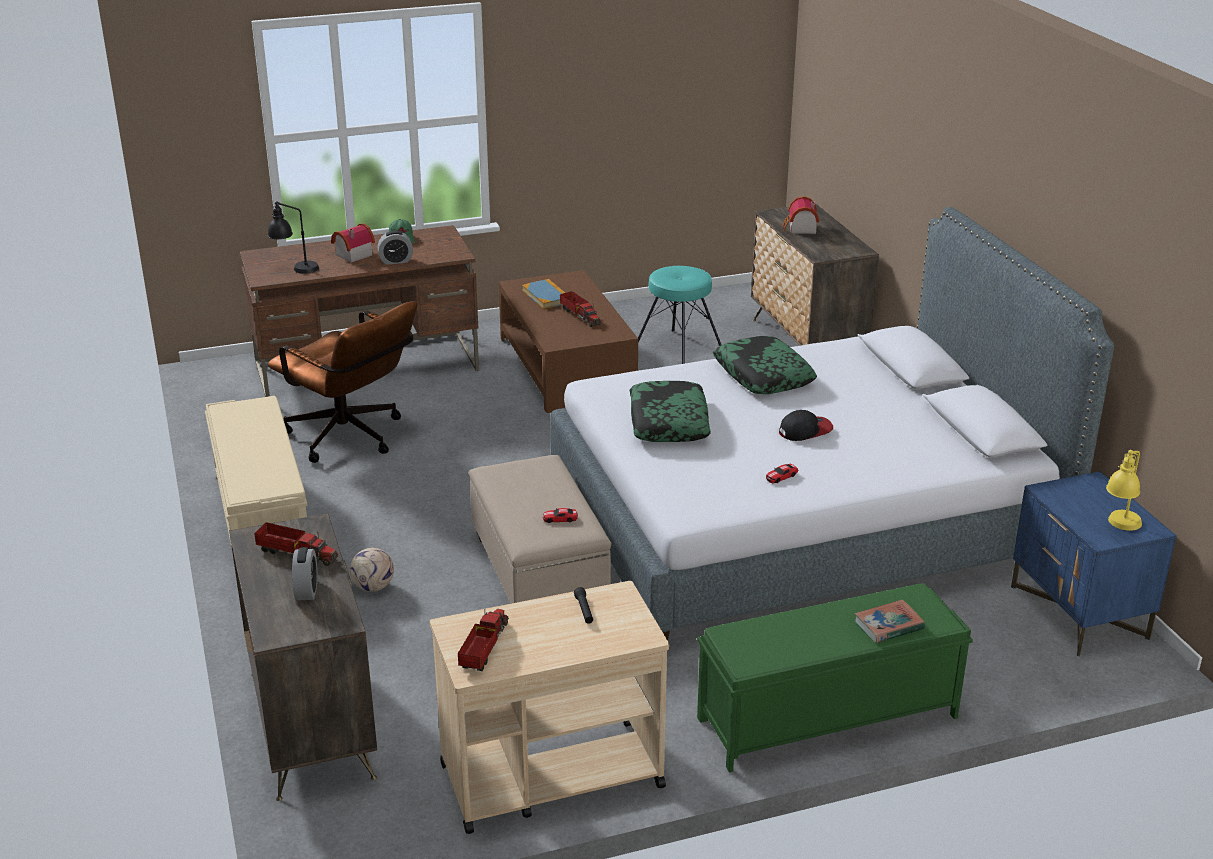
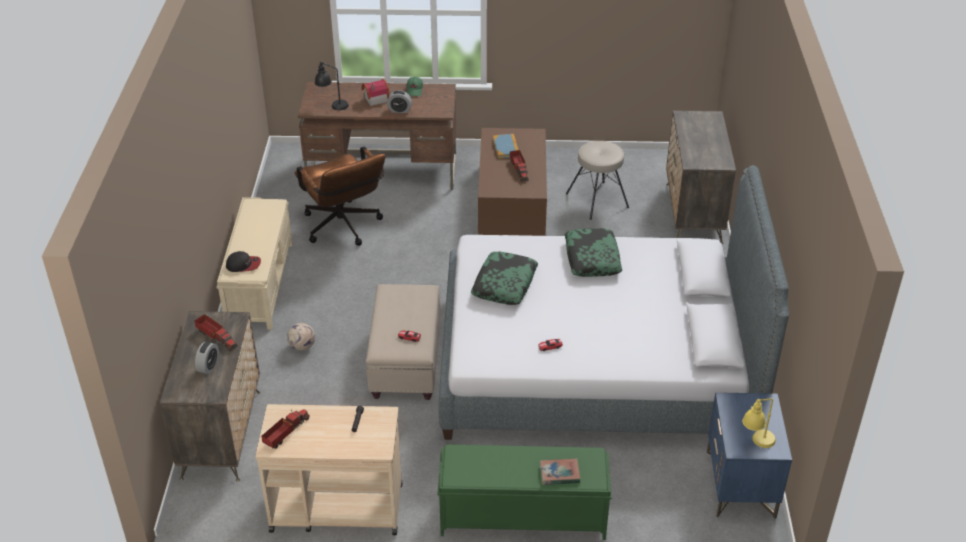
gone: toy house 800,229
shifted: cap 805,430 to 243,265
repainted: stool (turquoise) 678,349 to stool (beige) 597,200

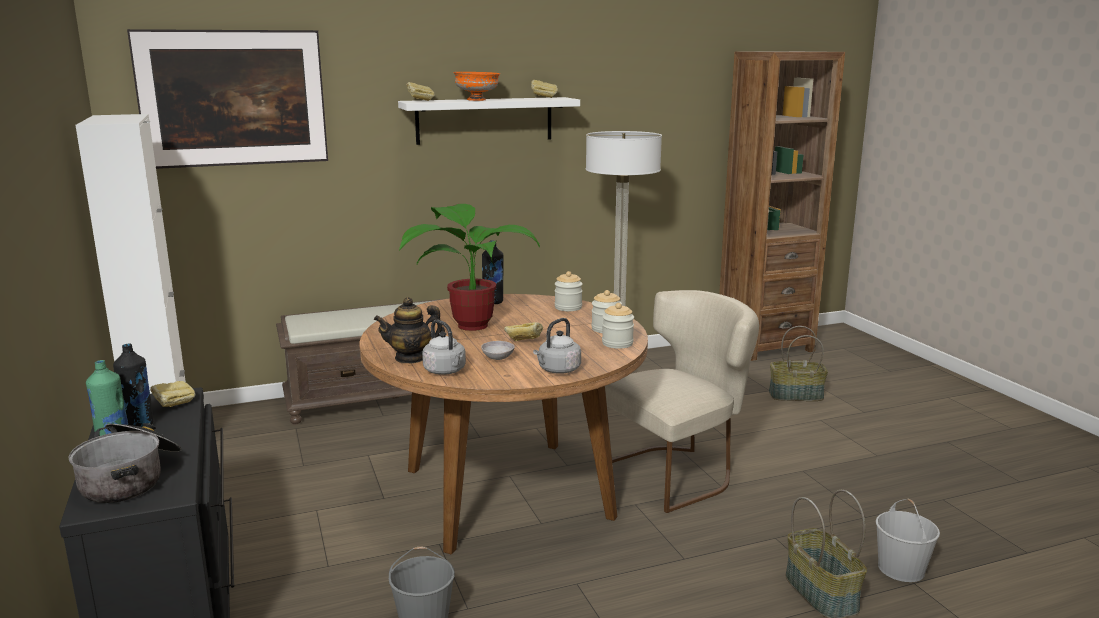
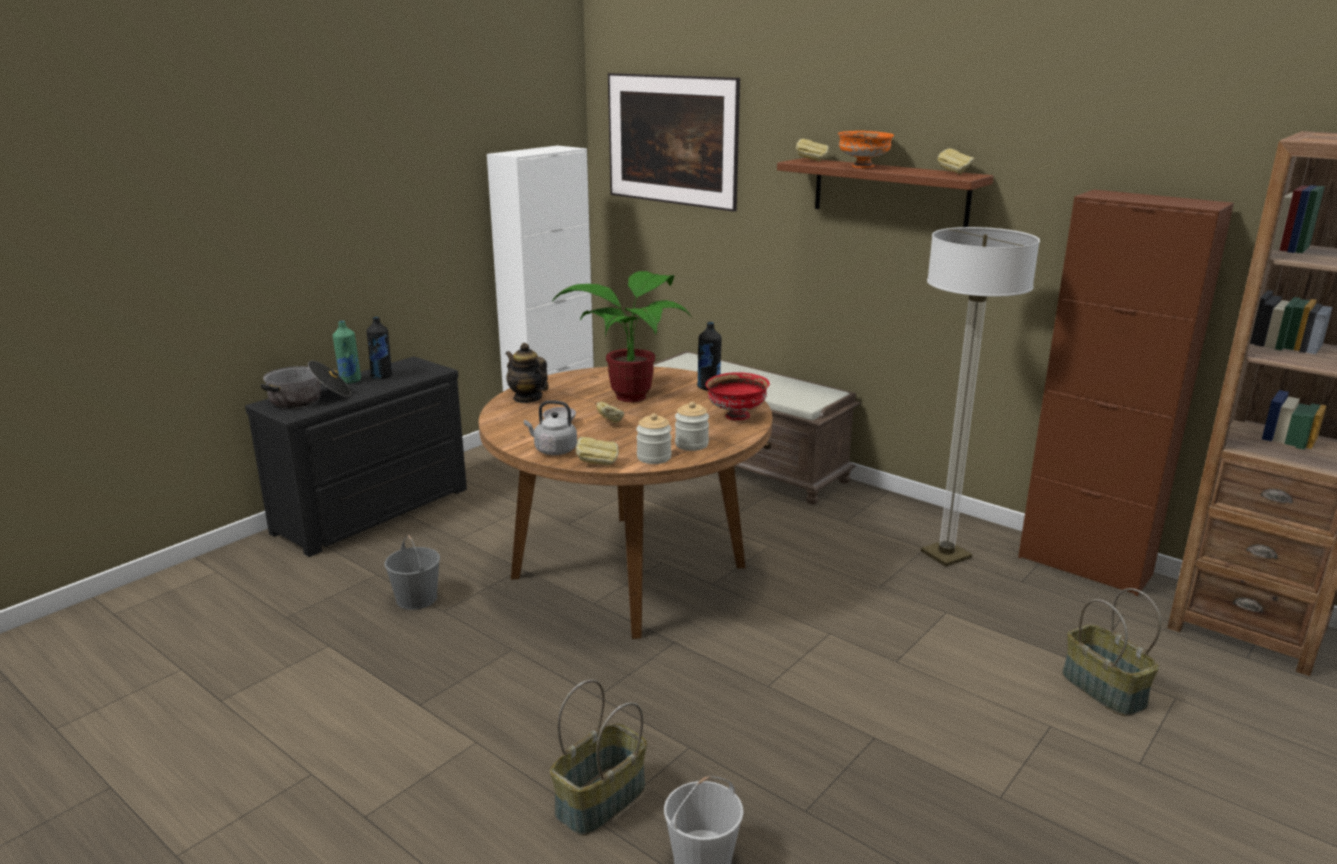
gone: kettle (grey) 446,371; chair (beige) 676,472
new: cabinet (brown) 1084,566
shifted: bread 174,406 to 597,464
swapped: jar 568,307 to bowl (red) 736,416
repainted: shelf (white) 484,120 to shelf (brown) 890,192

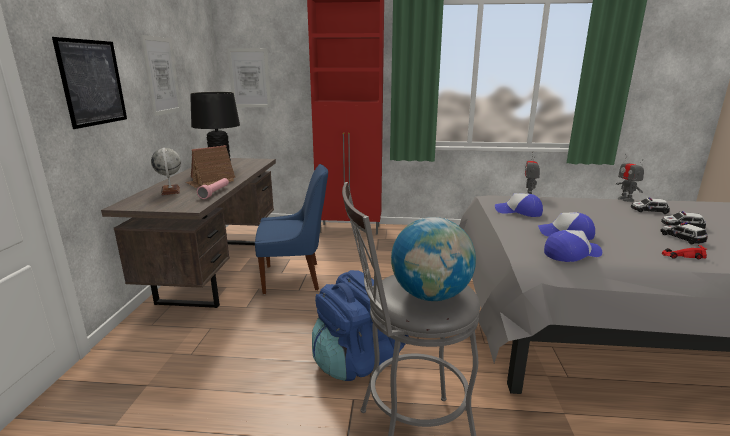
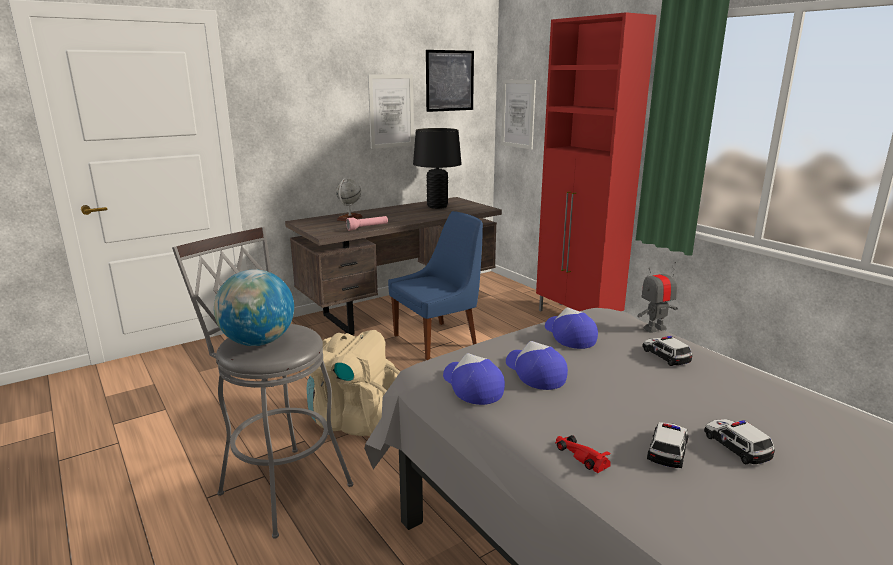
gone: toy house 211,181; toy robot 625,199
shifted: picture 92,82 to 449,81; toy car 648,210 to 665,355
repainted: backpack (blue) 356,360 to backpack (beige) 355,420
rotated: chair (blue) 295,277 = 438,340 75 degrees counterclockwise; cap 571,253 = 471,386 150 degrees counterclockwise

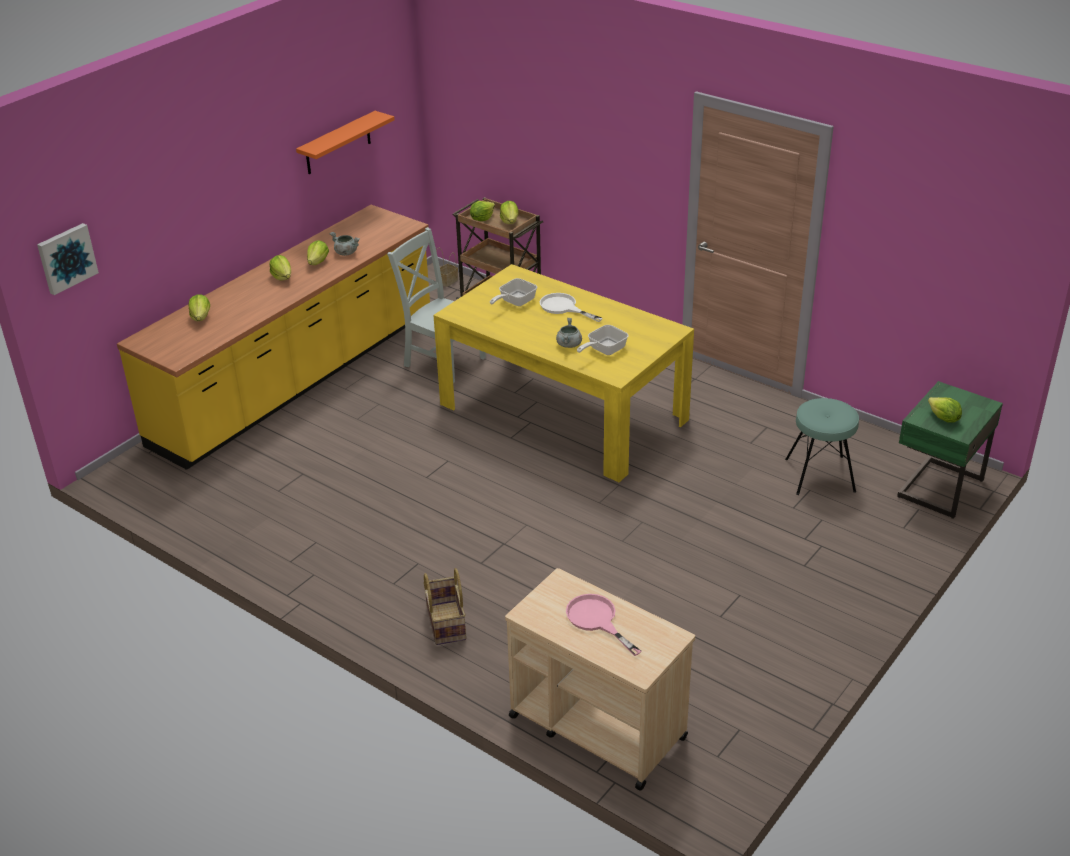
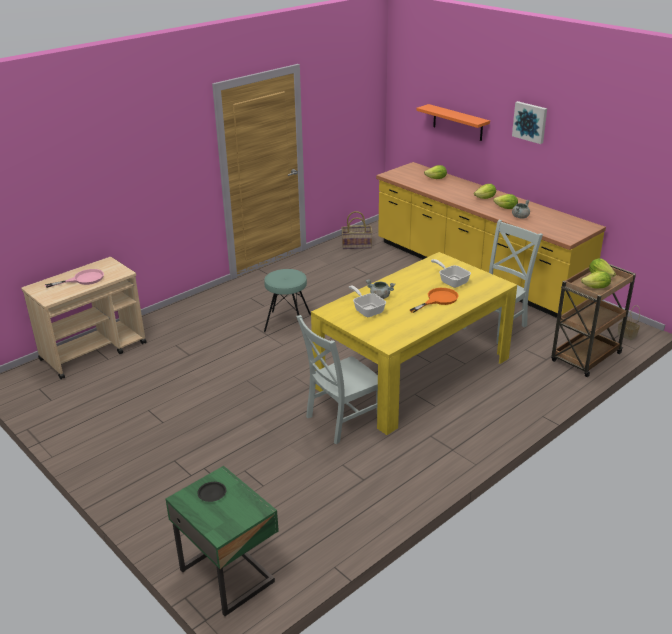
new: chair (grey) 341,421
shifted: stool (turquoise) 820,475 to 287,323; basket 445,623 to 356,245; shelf (orange) 338,143 to 457,122; picture 66,258 to 530,122
swapped: lettuce 943,419 to plate (black) 211,493
repainted: frying pan (white) 563,307 to frying pan (orange) 438,300

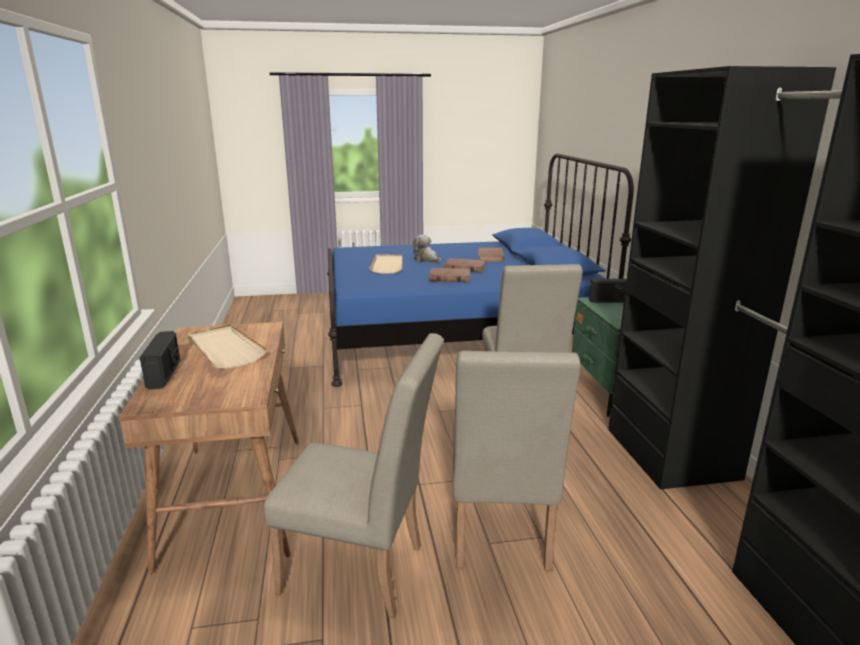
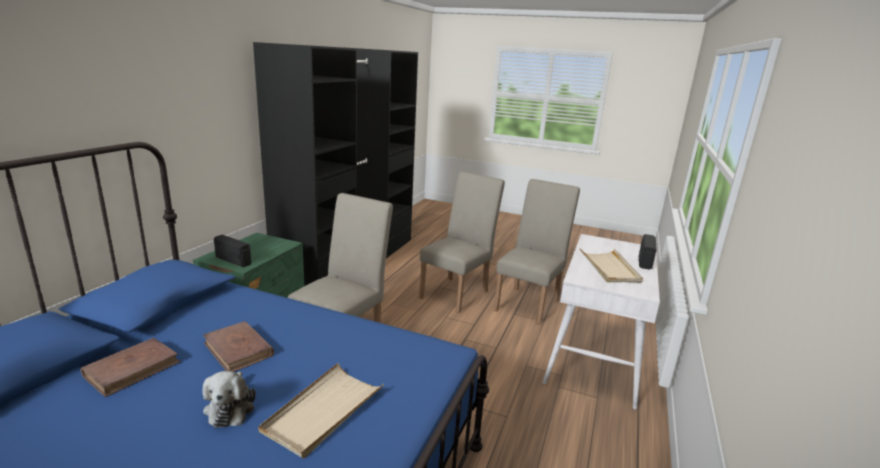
gone: book (brown) 449,278
repainted: desk (brown) 235,497 to desk (white) 595,358
rotated: chair (beige) 363,571 = 529,303 75 degrees clockwise

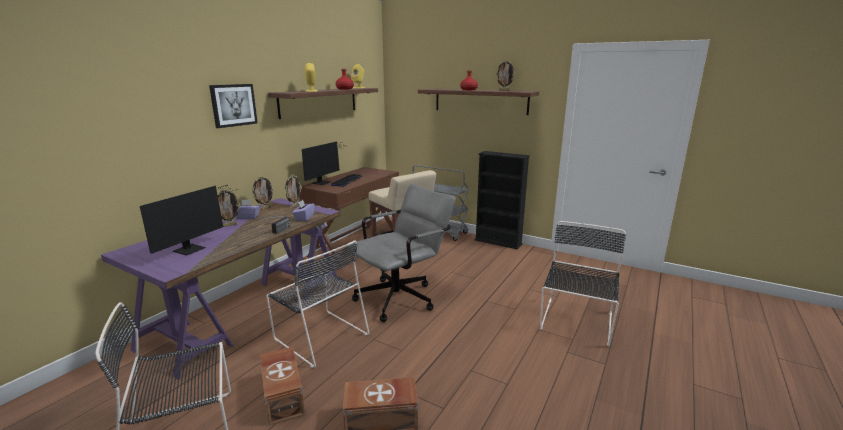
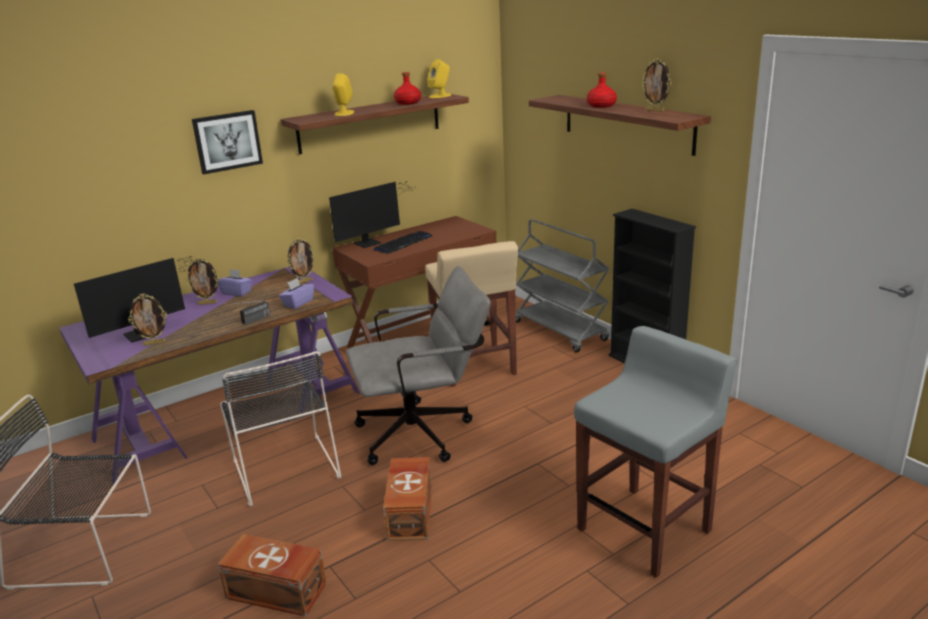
shifted: picture frame 265,208 to 154,343; storage box (brown) 284,395 to 411,512
swapped: chair (black) 576,322 to stool (grey) 646,529

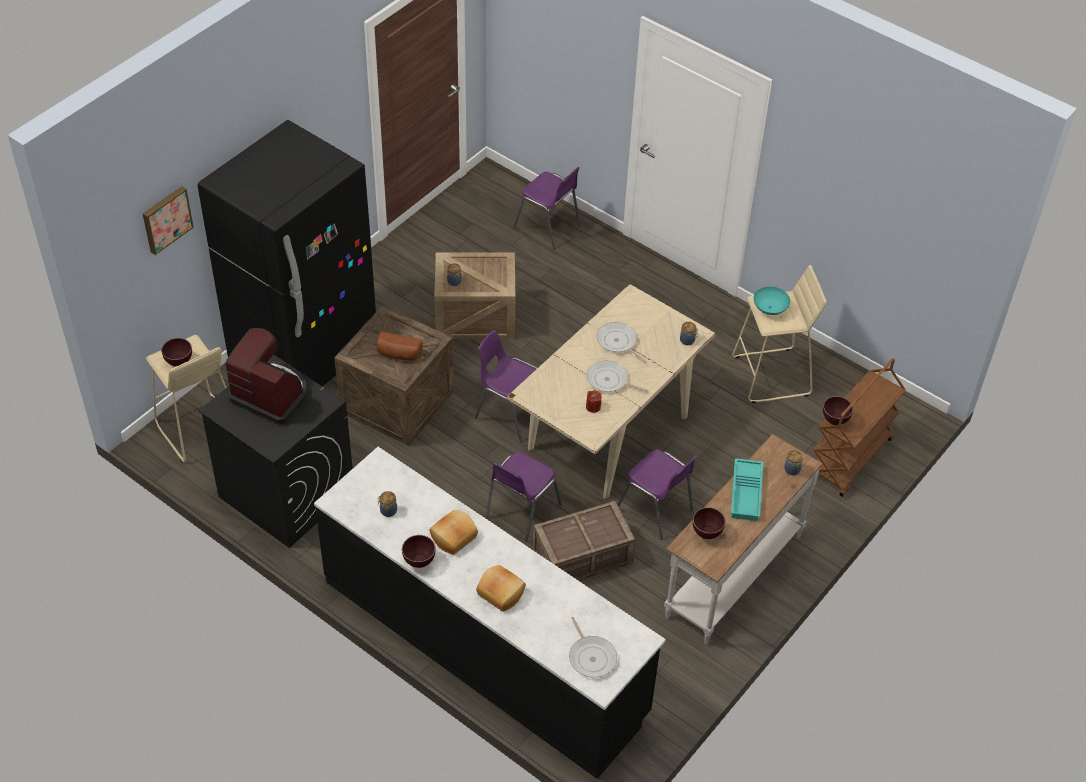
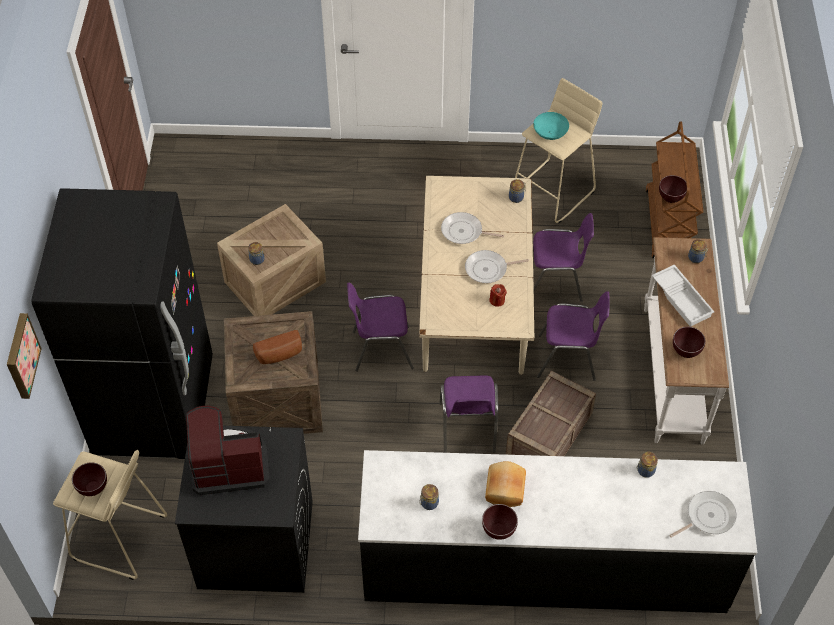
gone: bread 501,592
new: jar 645,471
shifted: chair (purple) 548,227 to 555,283
repainted: tray (turquoise) 747,493 to tray (white) 682,298
rotated: frying pan 591,656 = 707,516 60 degrees counterclockwise

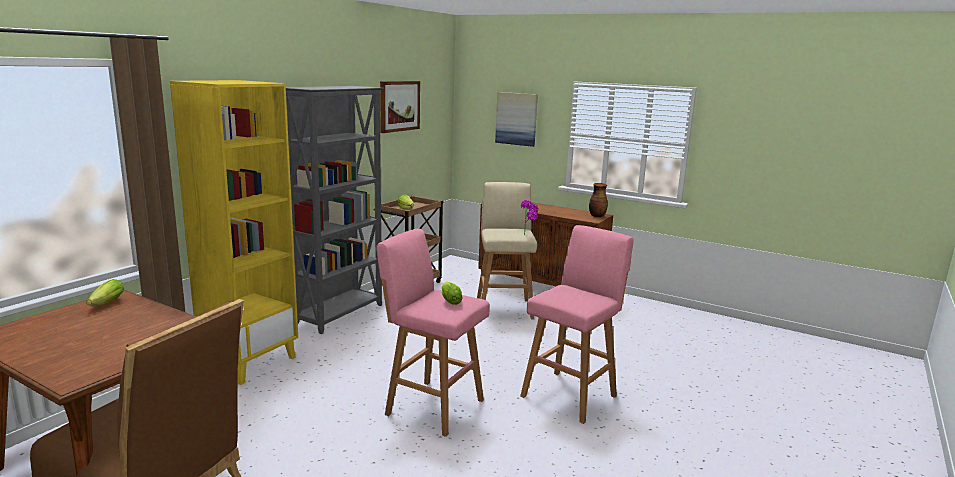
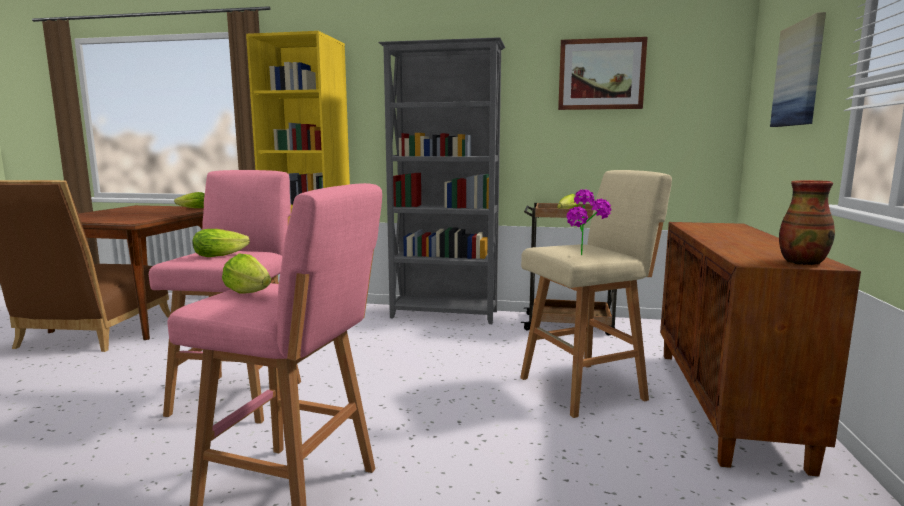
new: lettuce 250,292

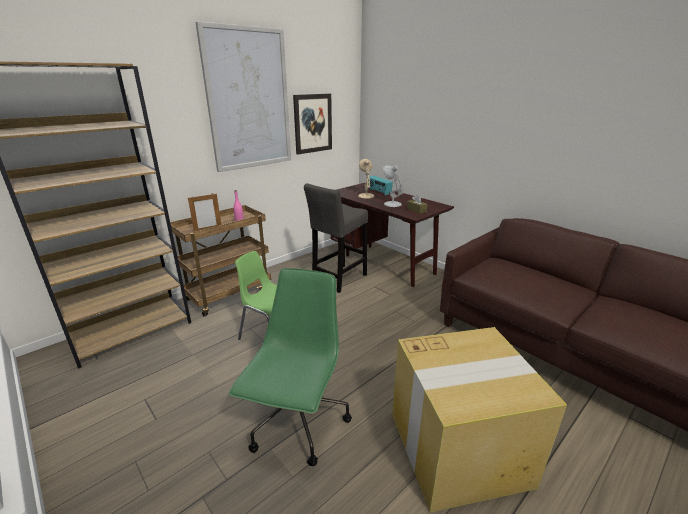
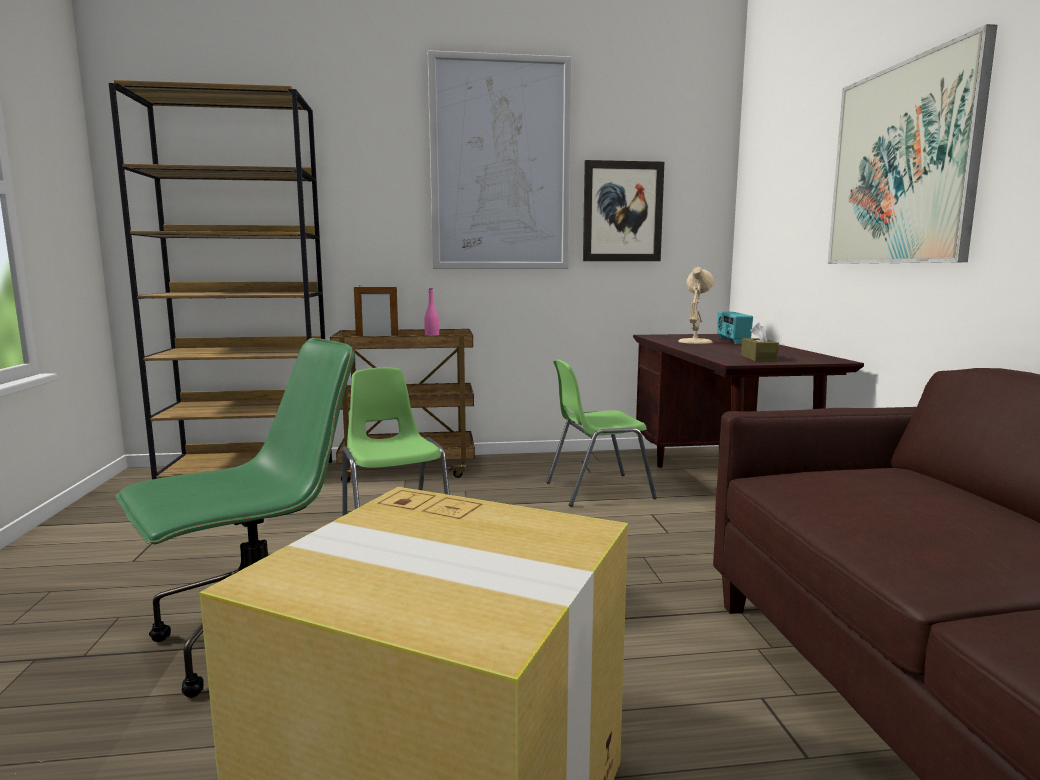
gone: table lamp (white) 391,204
new: picture 902,165
swapped: stool (grey) 338,279 to chair (green) 597,490

